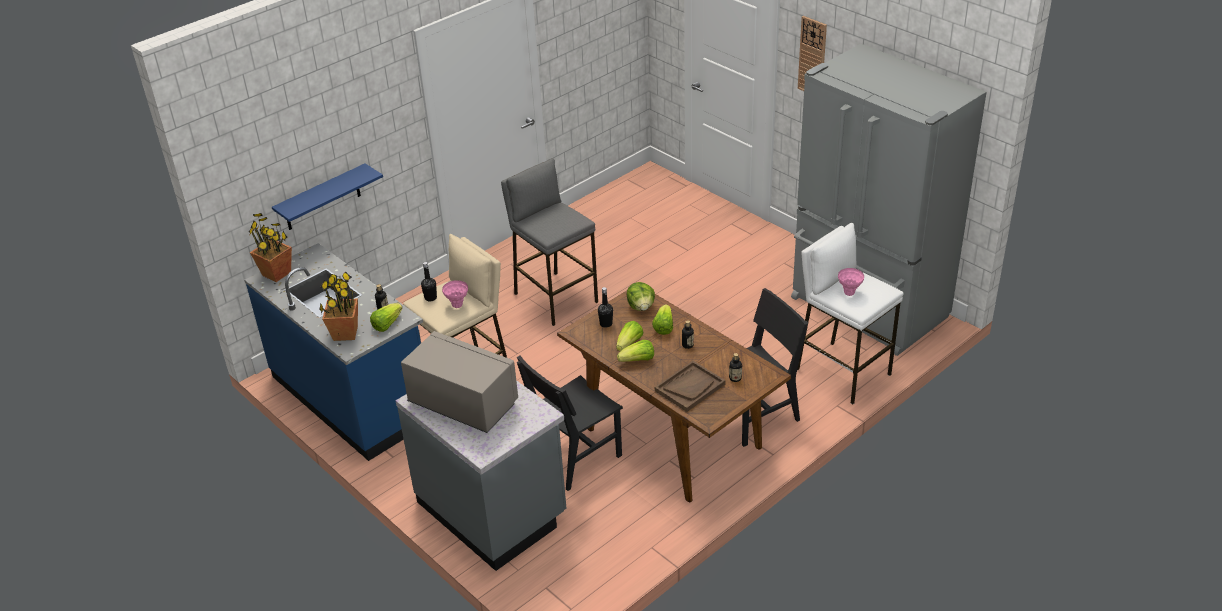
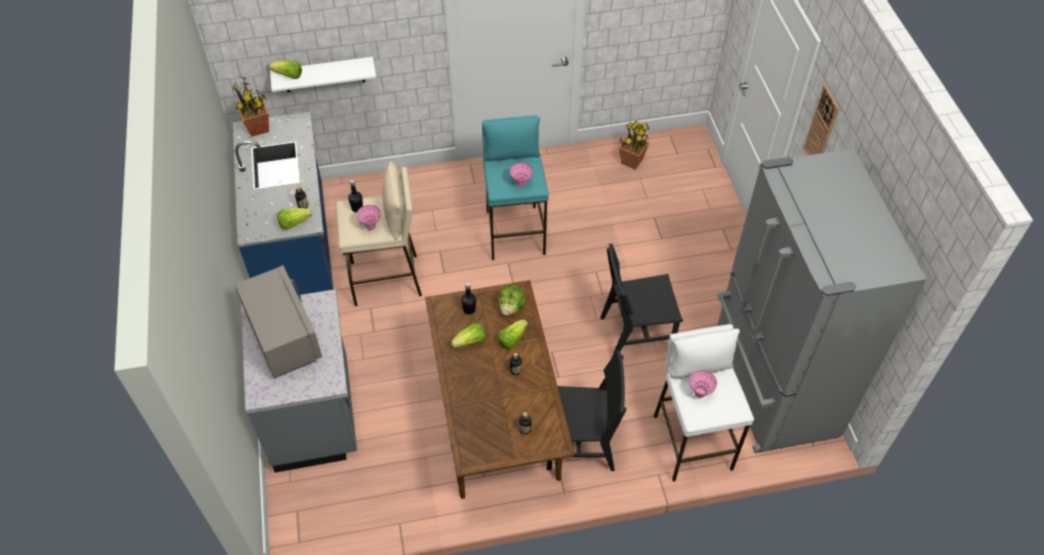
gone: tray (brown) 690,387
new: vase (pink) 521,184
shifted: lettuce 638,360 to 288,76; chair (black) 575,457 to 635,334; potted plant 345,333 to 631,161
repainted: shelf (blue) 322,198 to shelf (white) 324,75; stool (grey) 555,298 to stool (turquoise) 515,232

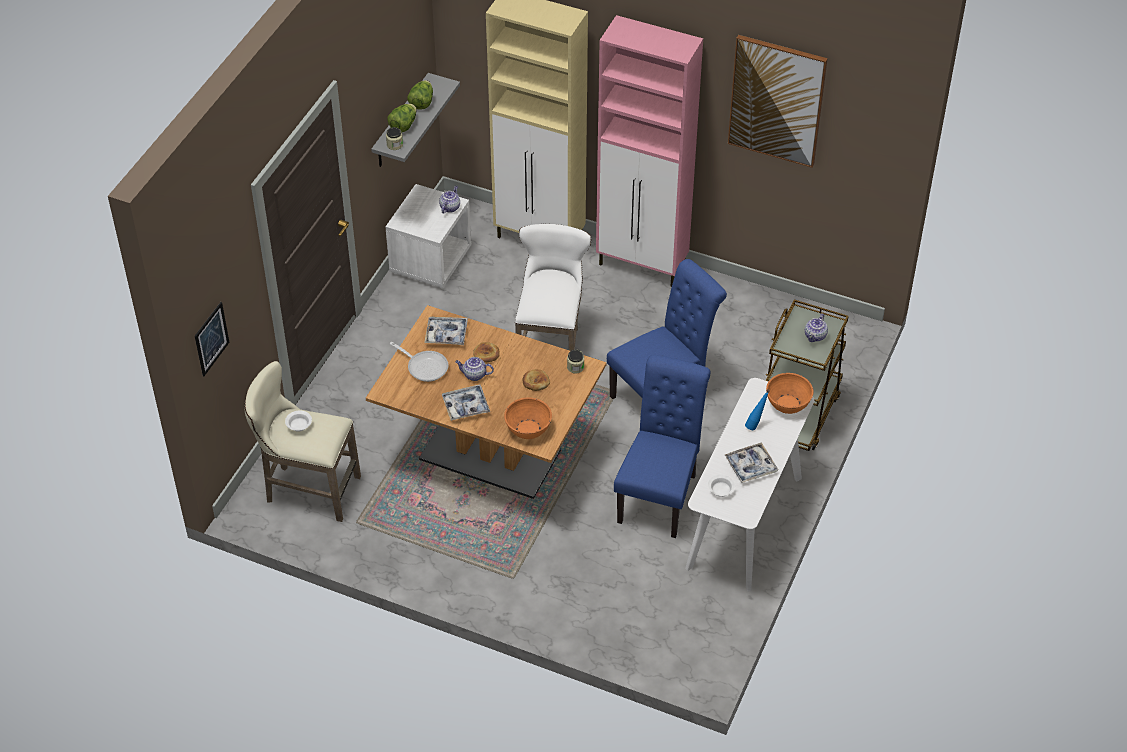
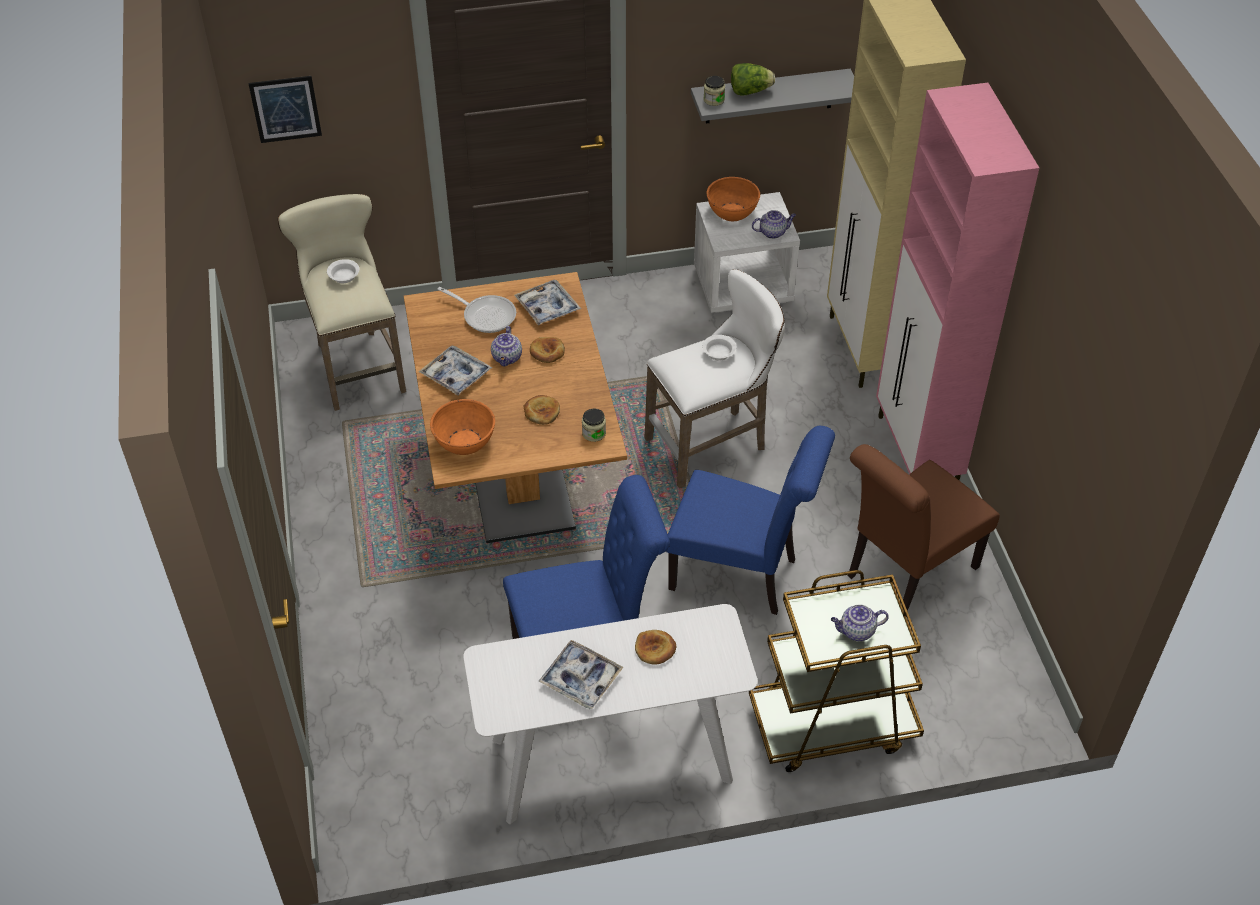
gone: lettuce 422,102; picture 777,100
new: chair (brown) 905,574
shifted: bowl (white) 720,489 to 719,352; bowl (orange) 788,404 to 732,212
swapped: bottle (blue) 755,425 to bread 655,649
rotated: frying pan 425,366 = 486,315 60 degrees counterclockwise; teapot 474,375 = 507,358 150 degrees counterclockwise

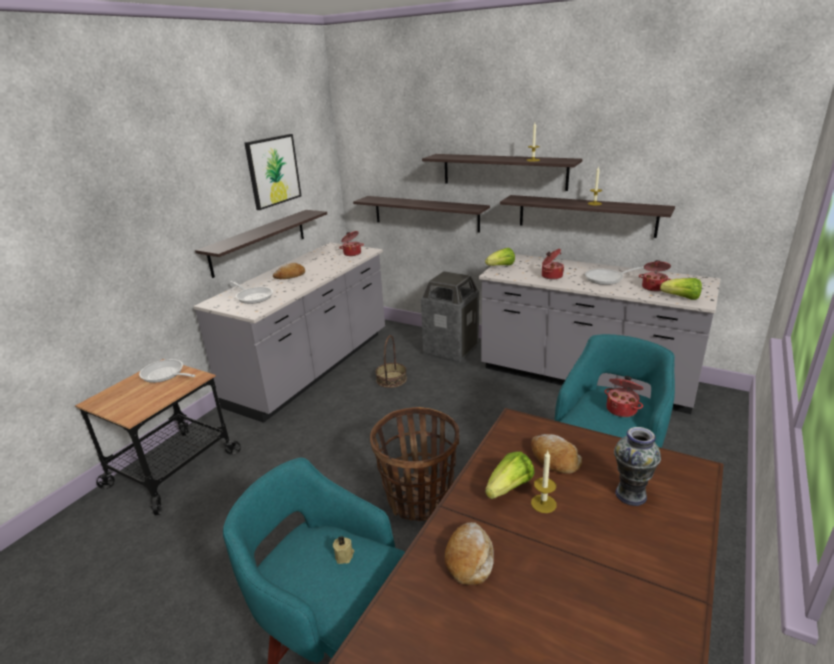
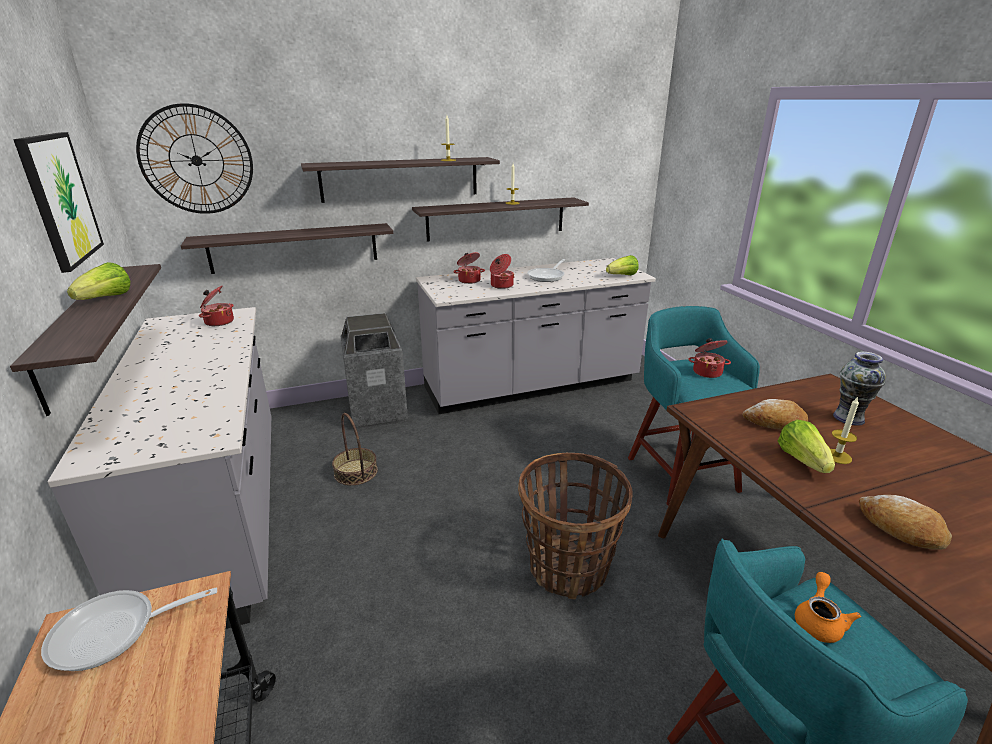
gone: frying pan 253,296; bread 290,276
new: wall clock 196,160
shifted: lettuce 501,266 to 107,298; cooking pot 653,287 to 469,280
swapped: candle (beige) 345,555 to teapot (orange) 819,621

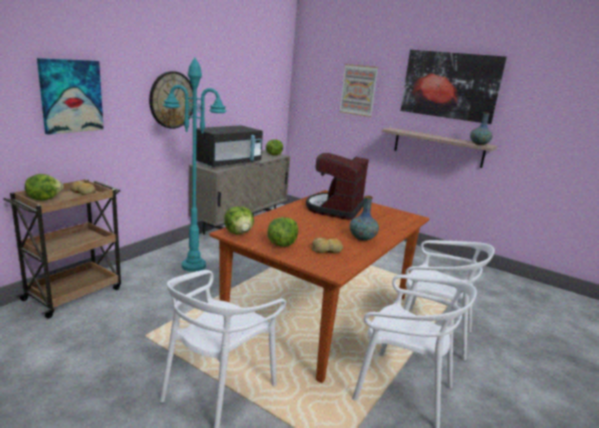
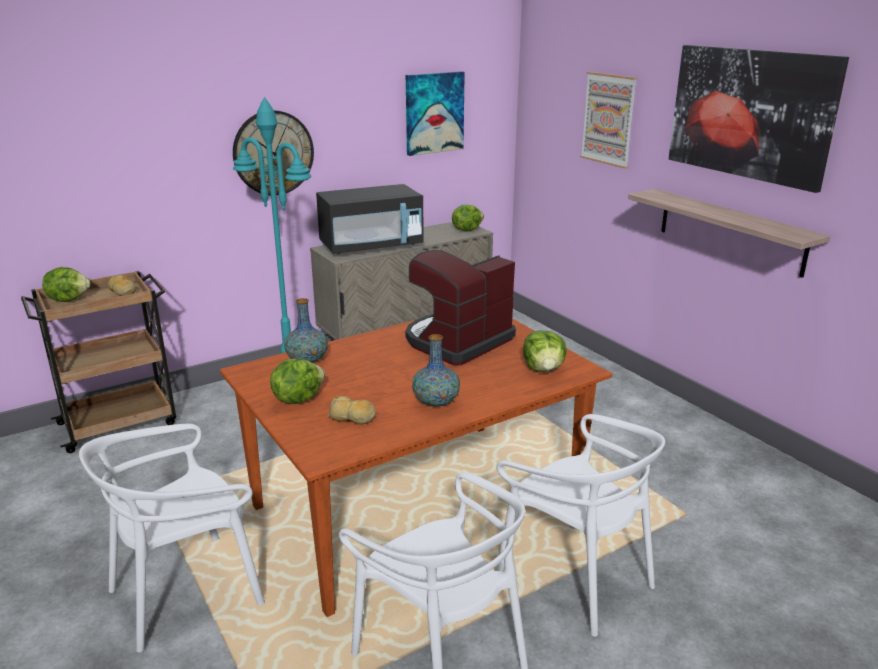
shifted: vase 479,144 to 307,360; picture 71,96 to 434,113; lettuce 239,233 to 543,369

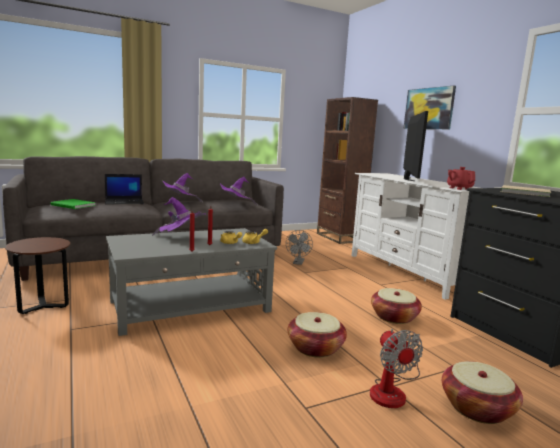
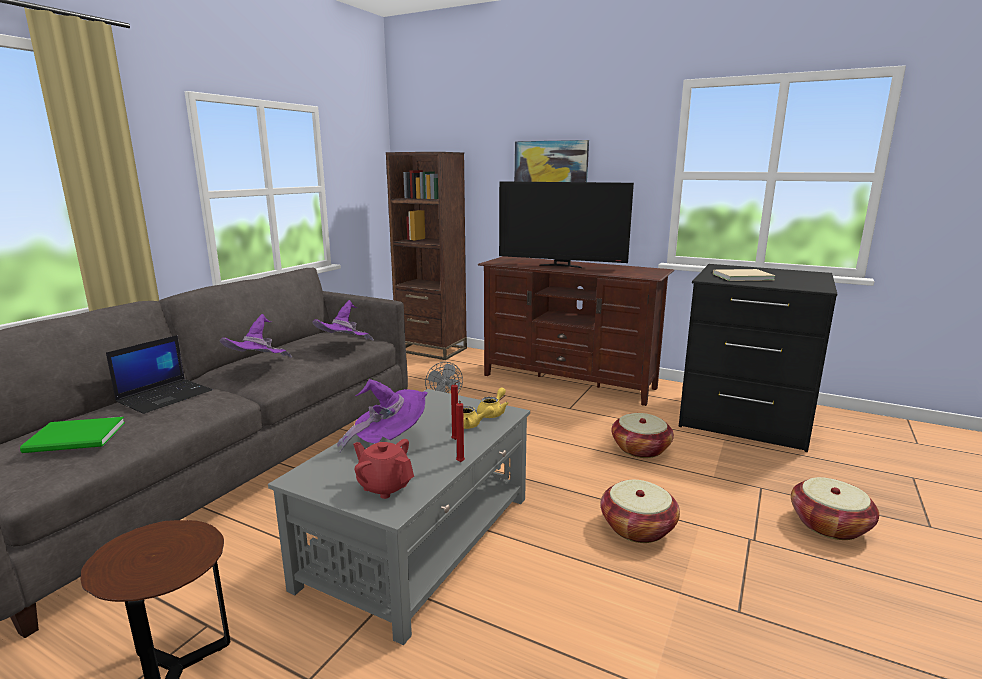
gone: fan 392,390
shifted: teapot (red) 459,188 to 384,486
repainted: tv stand (white) 407,272 to tv stand (brown) 569,381
rotated: television 408,179 = 561,266 135 degrees clockwise

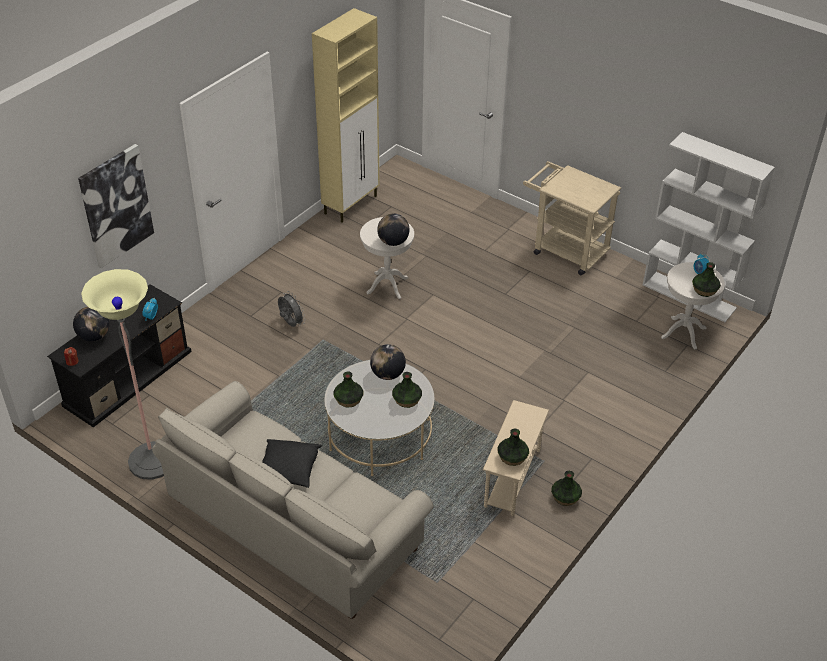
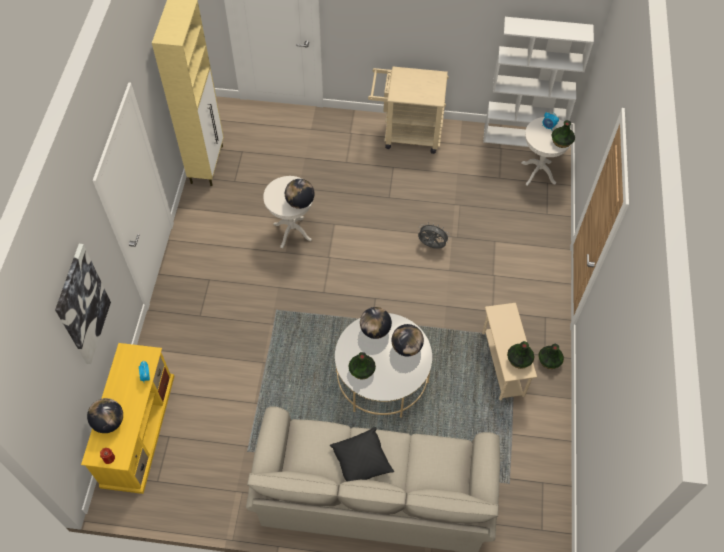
gone: floor lamp 152,461
shifted: fan (grey) 291,324 to 431,246
swapped: vase 407,401 to globe 406,347
repainted: tv stand (black) 128,377 to tv stand (yellow) 138,429

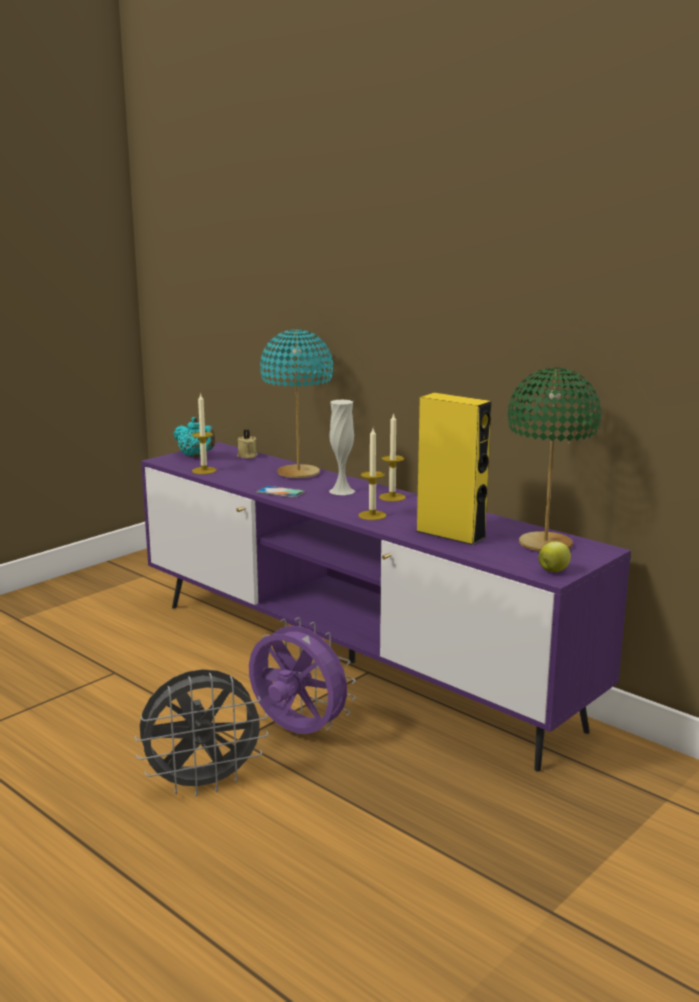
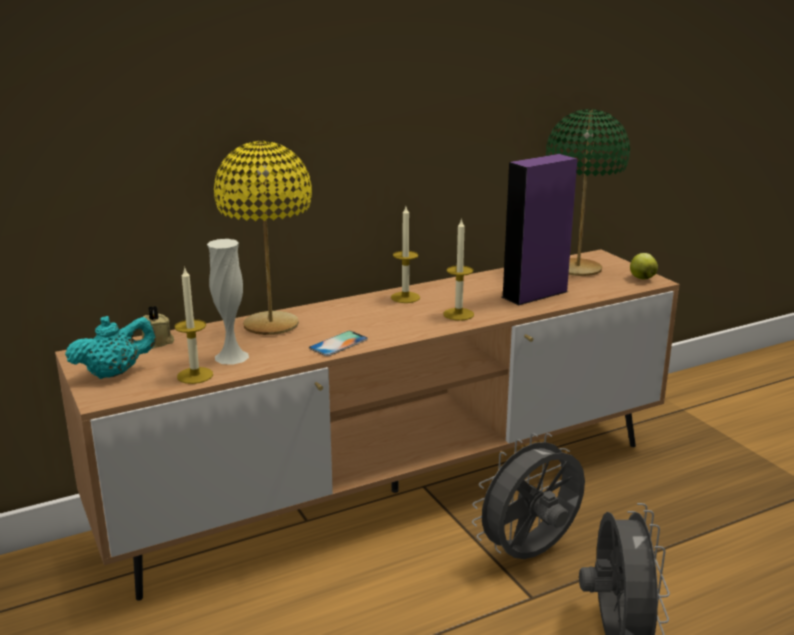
shifted: vase (white) 341,491 to 231,357
repainted: tv stand (purple) 351,662 to tv stand (brown) 395,491; table lamp (turquoise) 299,473 to table lamp (yellow) 271,325; fan (purple) 297,732 to fan (grey) 530,555; speaker (yellow) 450,534 to speaker (purple) 535,294

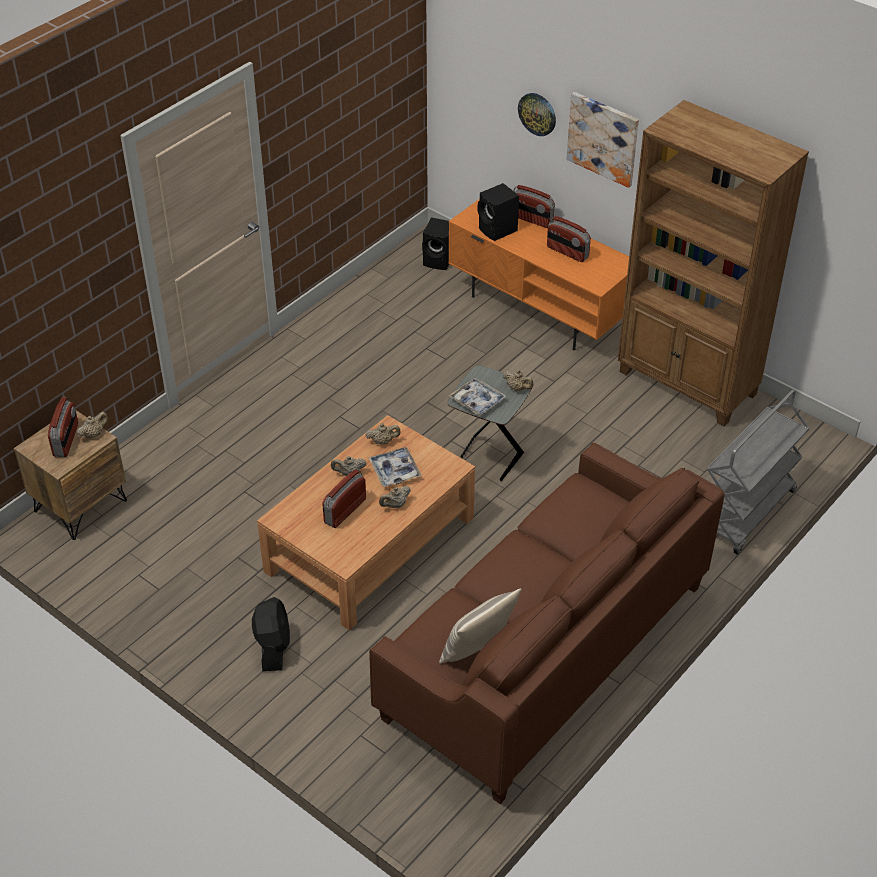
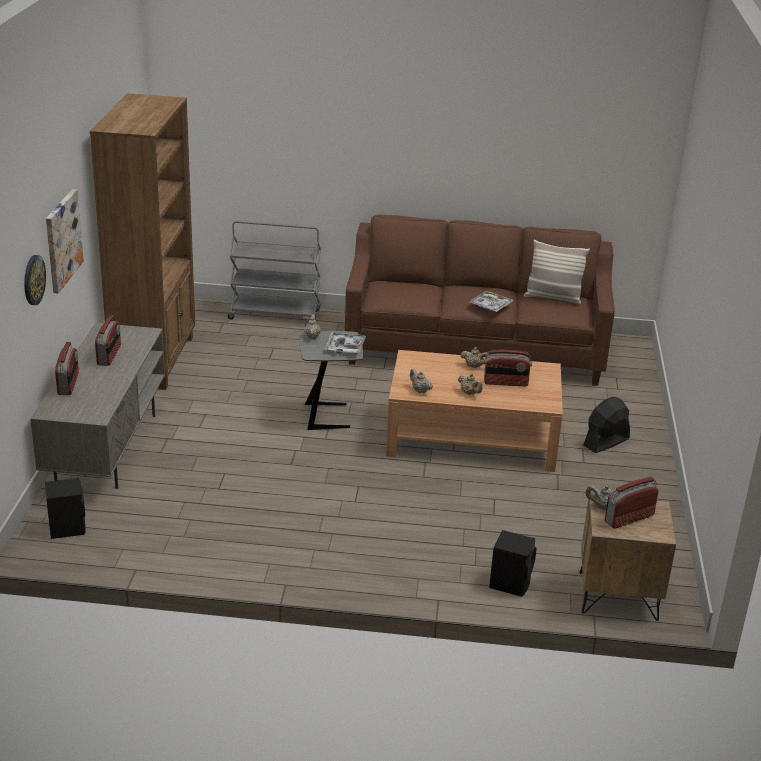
shifted: tray 395,471 to 490,305; speaker (black) 498,230 to 510,583
repainted: tv stand (orange) 541,308 to tv stand (grey) 106,447

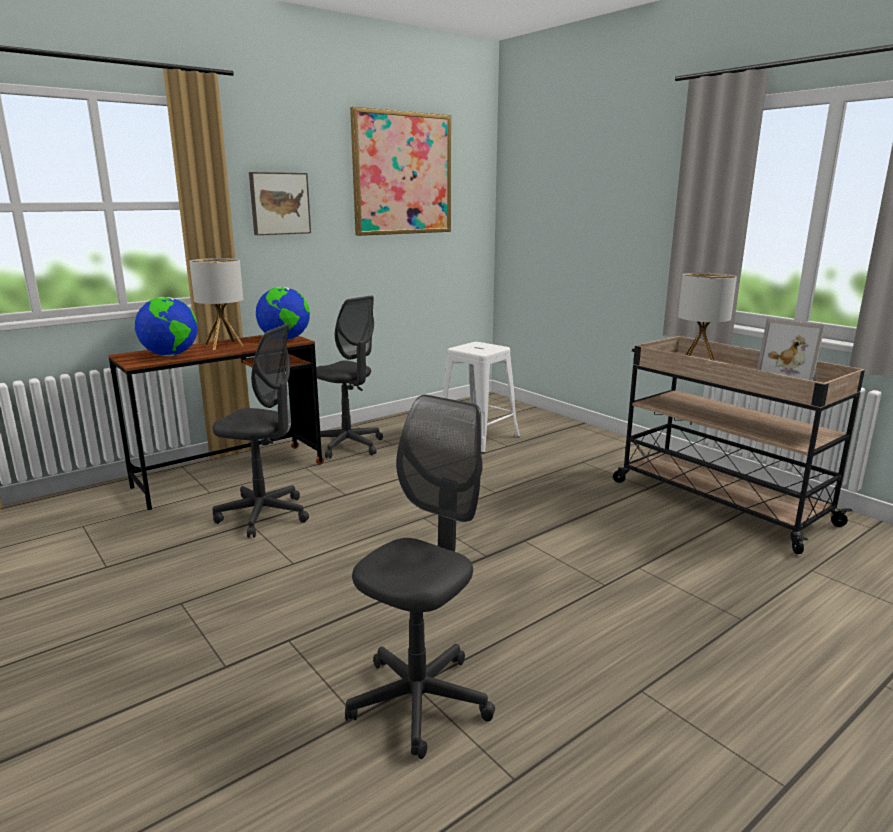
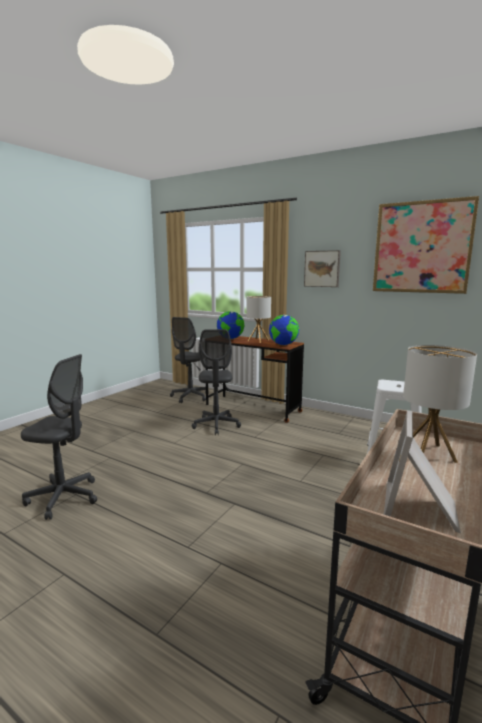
shifted: office chair (grey) 348,446 to 190,397

